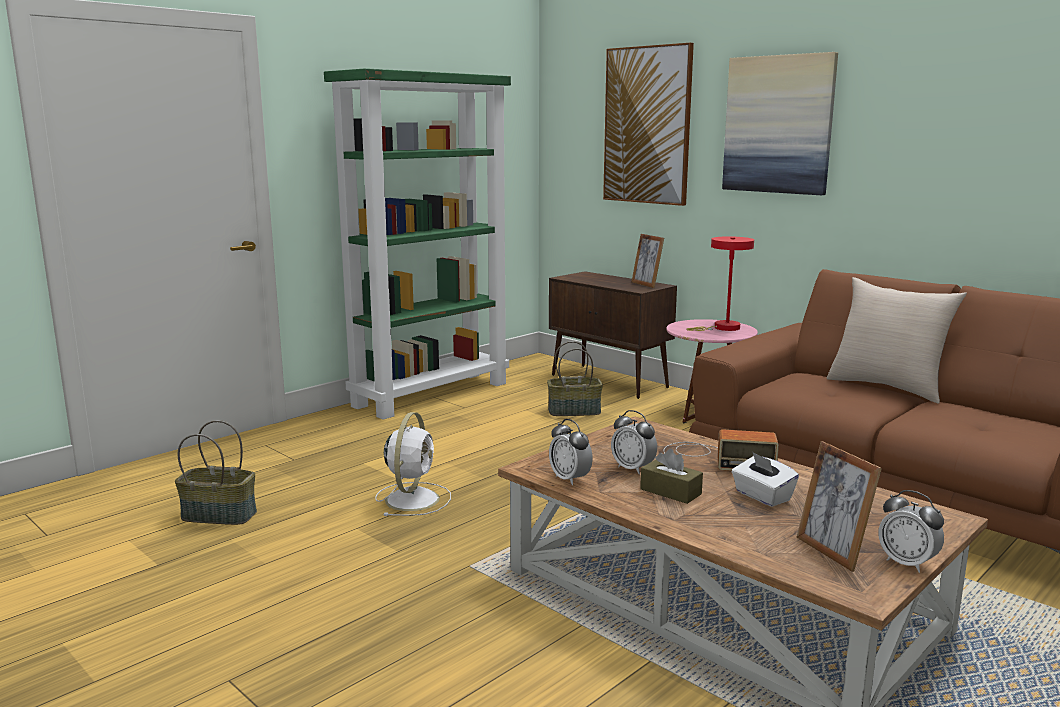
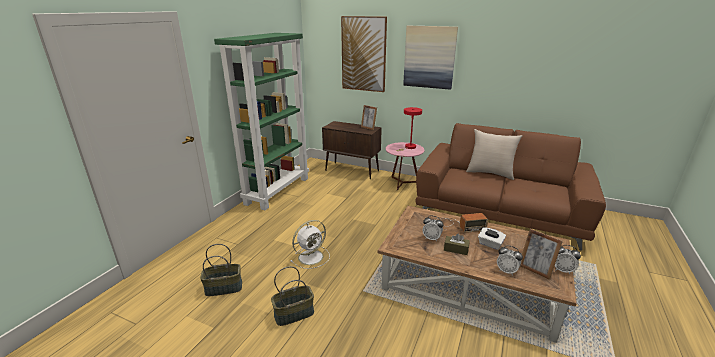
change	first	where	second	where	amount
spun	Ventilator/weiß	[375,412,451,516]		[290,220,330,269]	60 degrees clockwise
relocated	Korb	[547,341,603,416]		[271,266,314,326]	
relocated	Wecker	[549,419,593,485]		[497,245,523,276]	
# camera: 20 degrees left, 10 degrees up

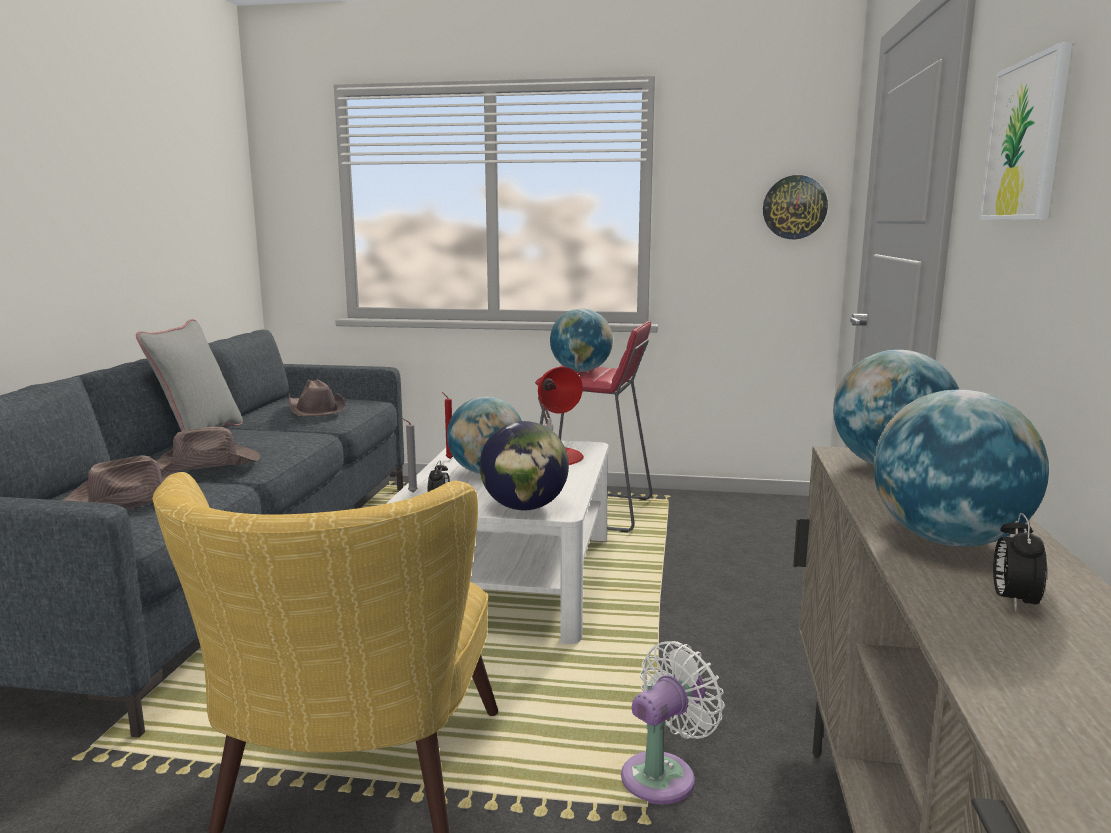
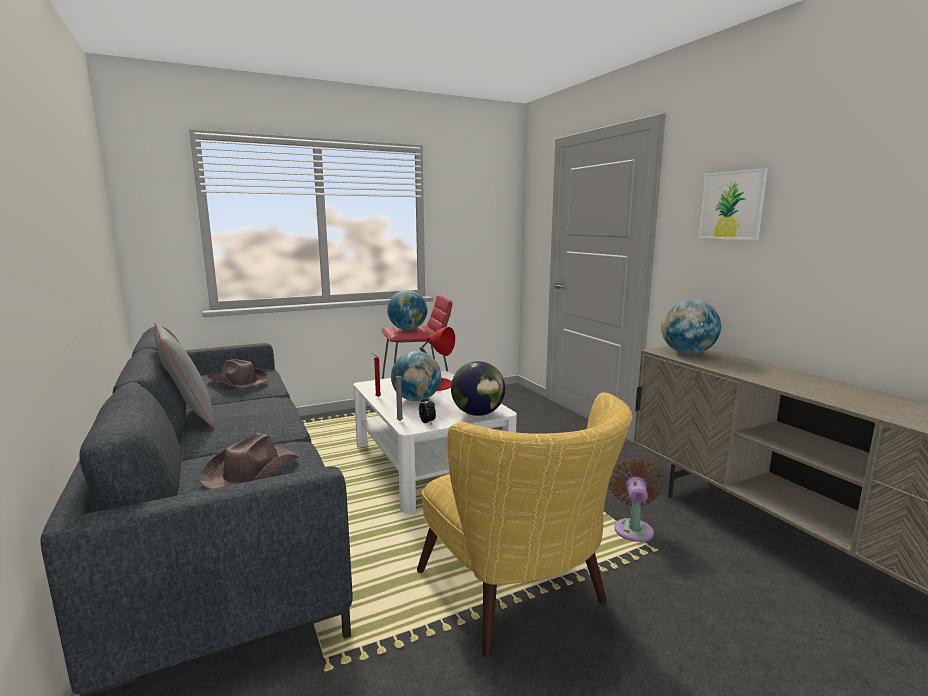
change	first	where	second	where	amount
missing	Hut/braun	[157,427,260,472]			
colour	Ventilator/weiß	[621,641,725,805]	Ventilator/braun	[609,458,663,542]	
missing	Wanduhr	[763,175,828,239]			
missing	Globus	[873,389,1049,547]			
missing	Wecker	[993,513,1047,612]			
# camera: 35 degrees left, 0 degrees up

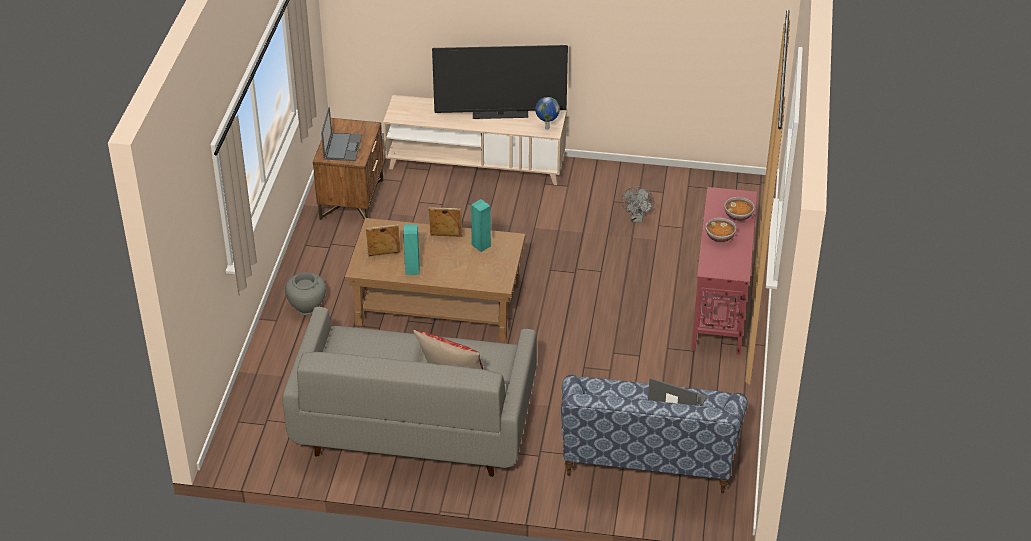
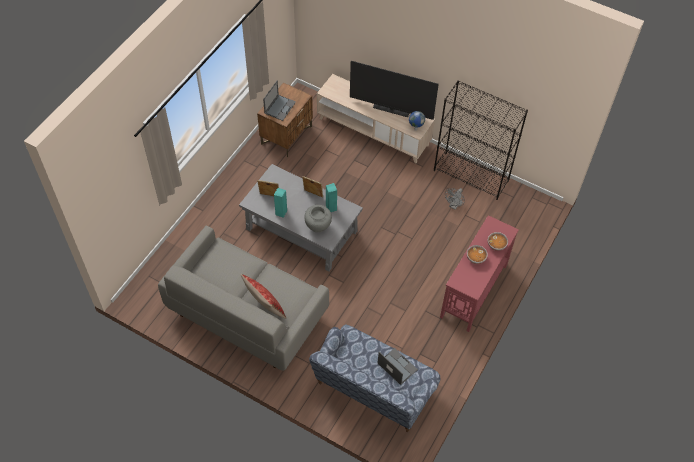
change	first	where	second	where	amount
relocated	Vase/grau	[285,272,326,315]		[304,205,332,233]	
colour	Couchtisch/braun	[345,218,525,341]	Couchtisch/grau	[239,164,363,271]	
appeared			Bücherregal/schwarz	[434,80,528,200]	
# camera: 20 degrees right, 15 degrees up

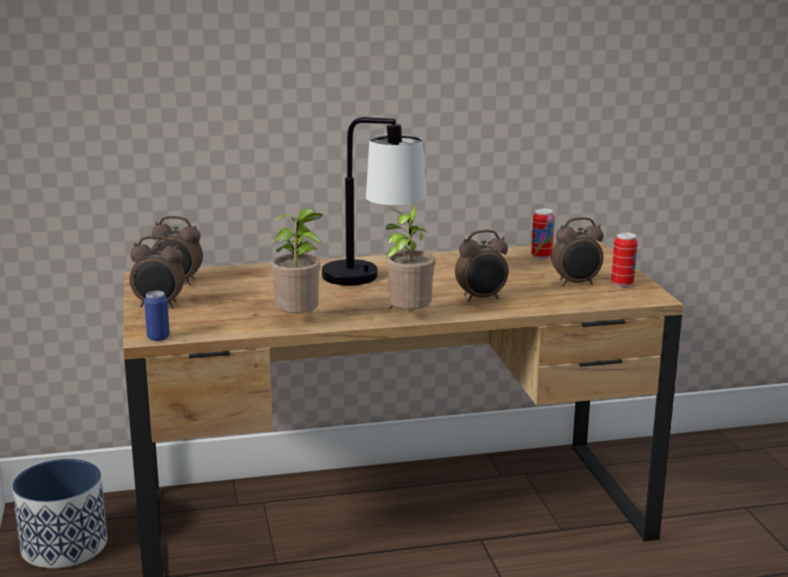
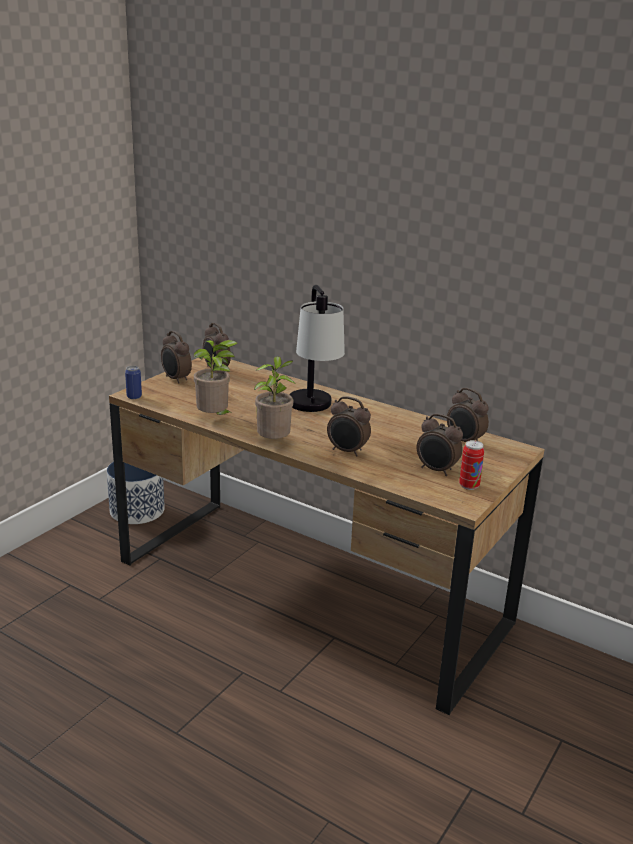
change	first	where	second	where	amount
exchanged	Dose	[531,208,554,260]	Wecker	[447,388,489,442]	
# camera: 45 degrees right, 5 degrees up

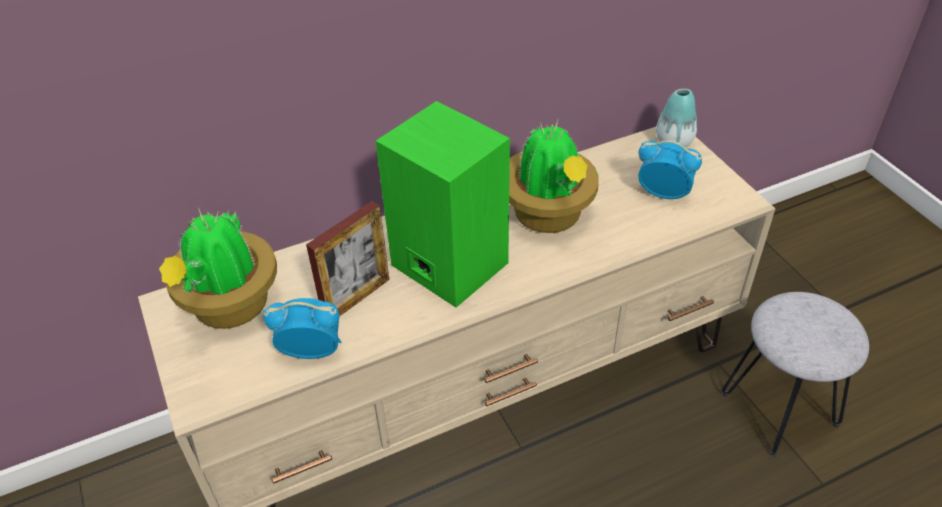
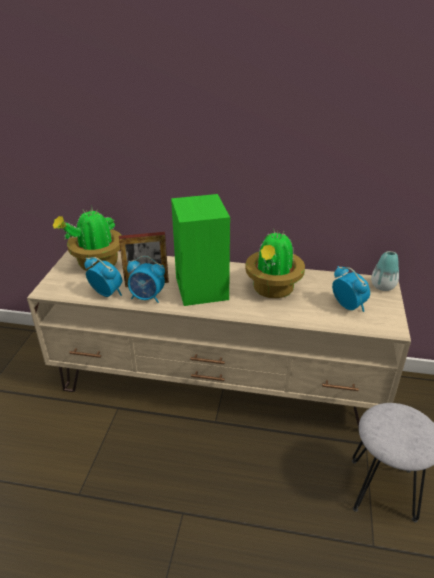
change	first	where	second	where	amount
appeared			Wecker	[127,256,165,303]	
# camera: 35 degrees right, 10 degrees down

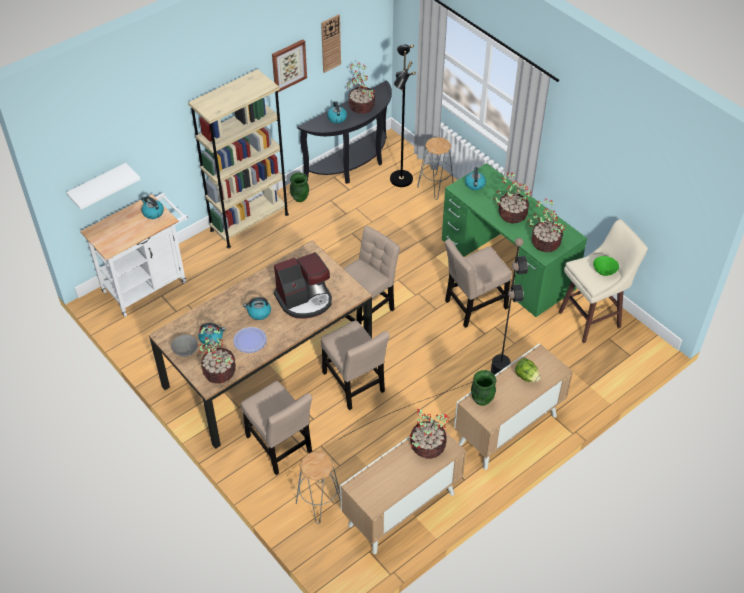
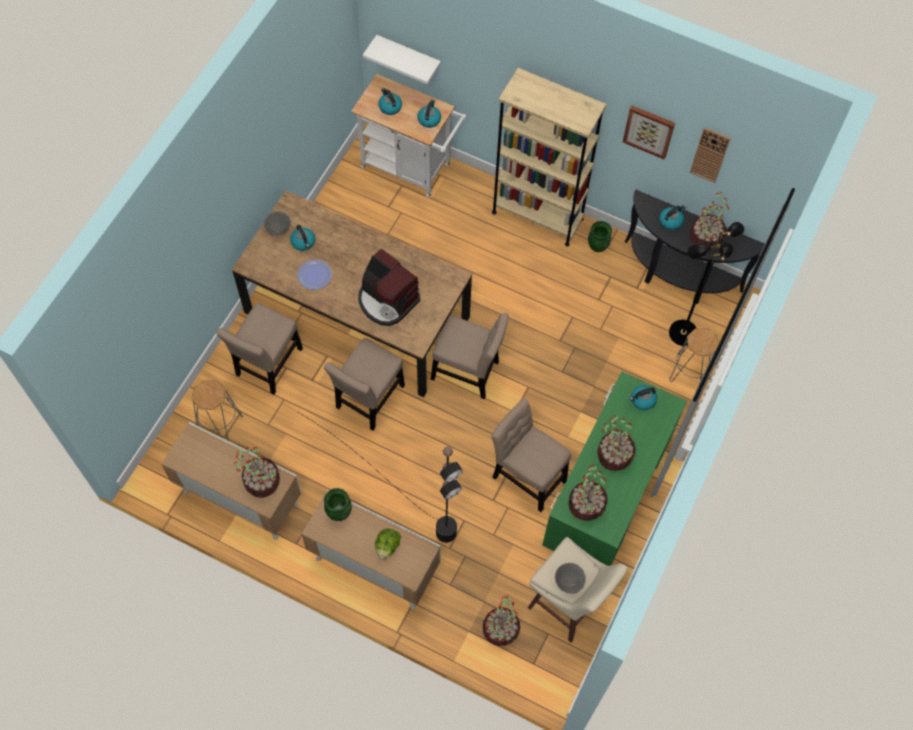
change	first	where	second	where	amount
relocated	Topfpflanze	[198,325,236,383]		[483,595,520,646]	
relocated	Wasserkessel	[243,297,271,320]		[378,88,402,115]	
colour	Schüssel/grün	[593,256,619,276]	Schüssel/grau	[555,563,585,594]	
# camera: 65 degrees right, 15 degrees up

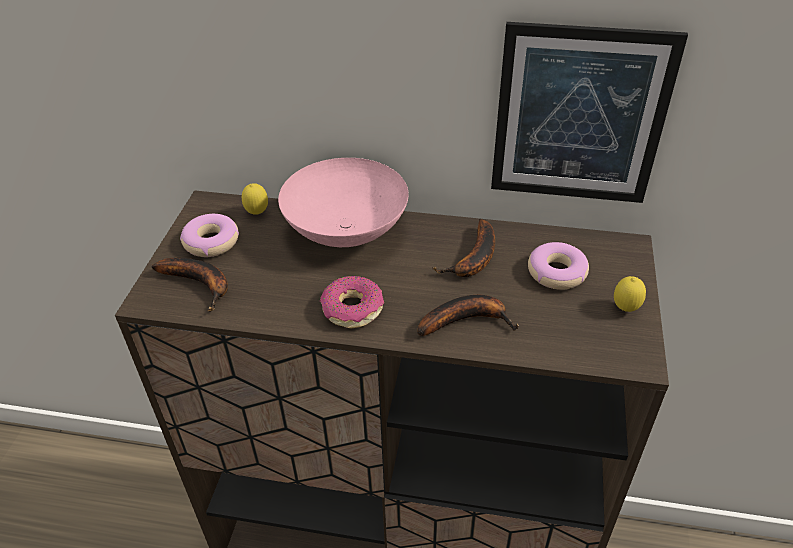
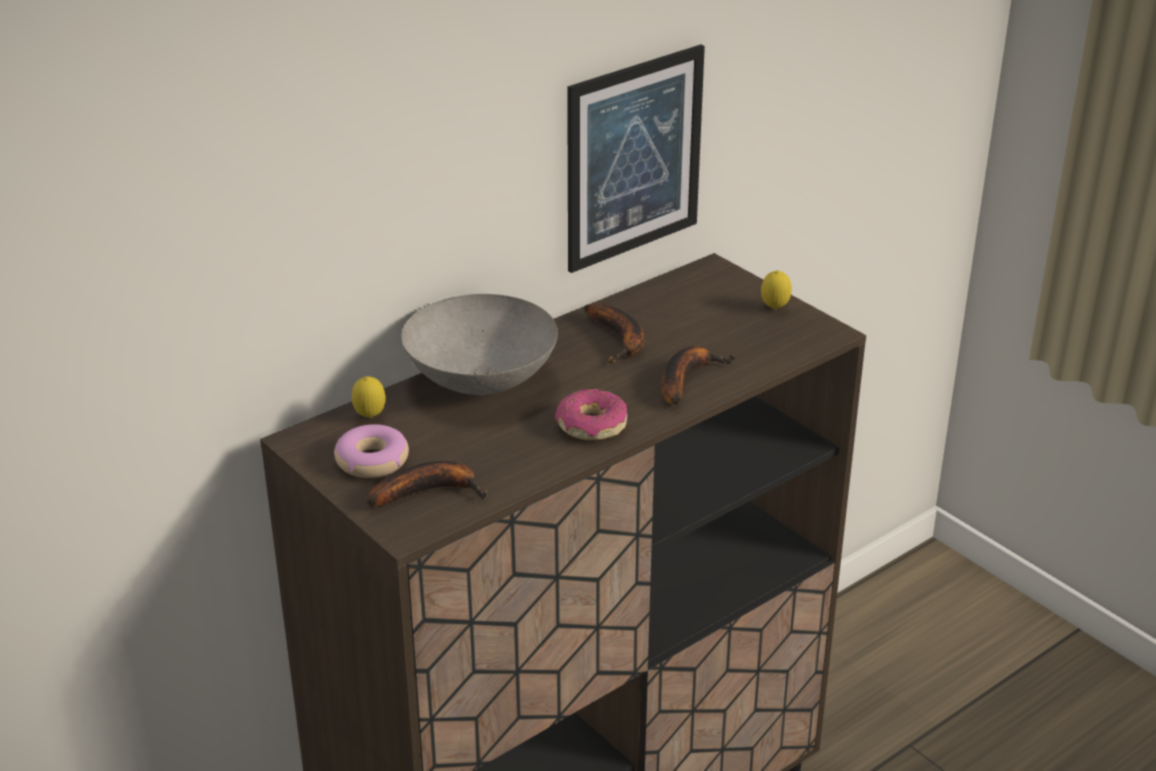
change	first	where	second	where	amount
colour	Schüssel/rosa	[278,158,408,247]	Schüssel/grau	[401,294,558,395]	
missing	Donut	[528,242,589,290]			
# camera: 50 degrees left, 10 degrees down

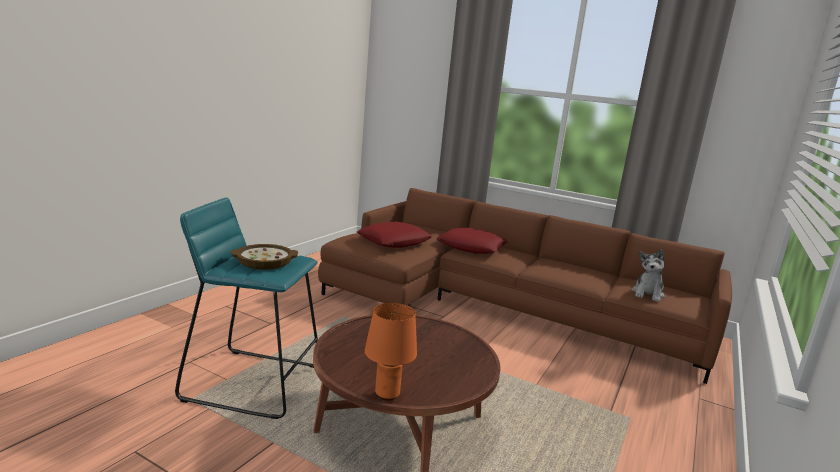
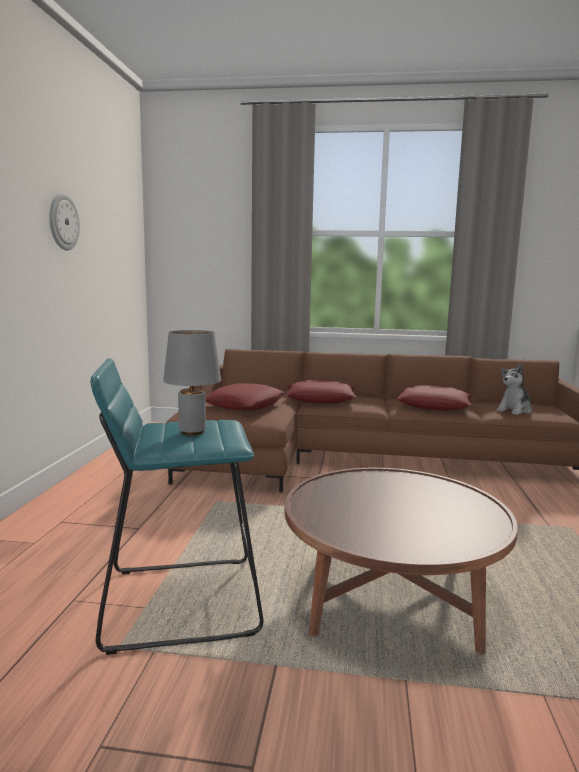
change	first	where	second	where	amount
exchanged	Schüssel	[231,244,298,270]	Tischlampe/grau	[163,330,221,436]	
missing	Tischlampe/orange	[365,303,417,401]			
spun	Plüschtier	[632,249,665,302]		[496,363,532,415]	45 degrees clockwise
appeared			Wanduhr	[49,193,80,250]	
appeared			Kissen/rot	[396,385,471,411]	
# camera: 20 degrees left, 5 degrees down

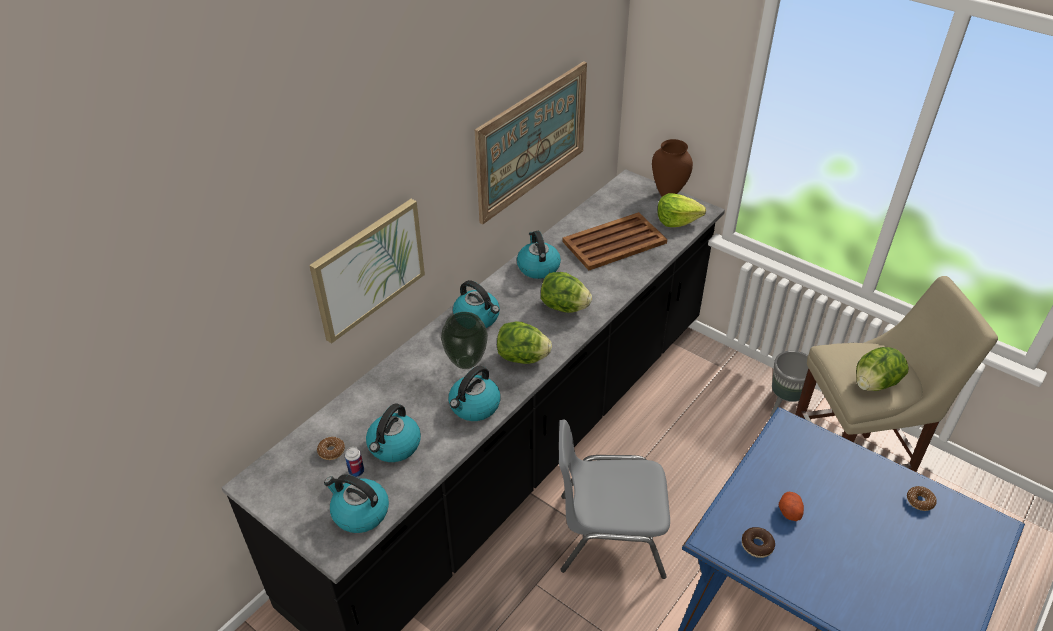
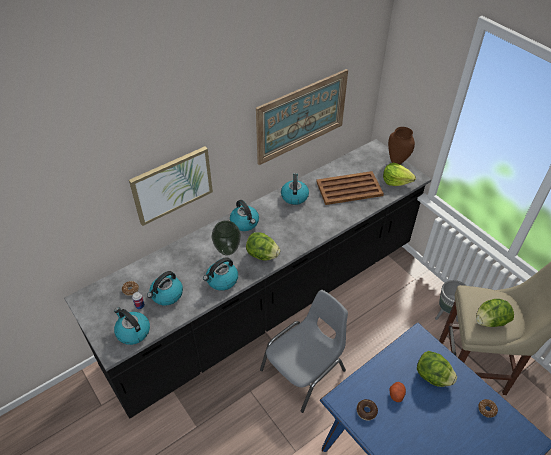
change	first	where	second	where	amount
relocated	Salatkopf	[541,272,592,313]		[417,351,457,387]	
spun	Stuhl/grau	[559,419,670,579]		[260,290,348,413]	120 degrees clockwise
# camera: 15 degrees right, 5 degrees up

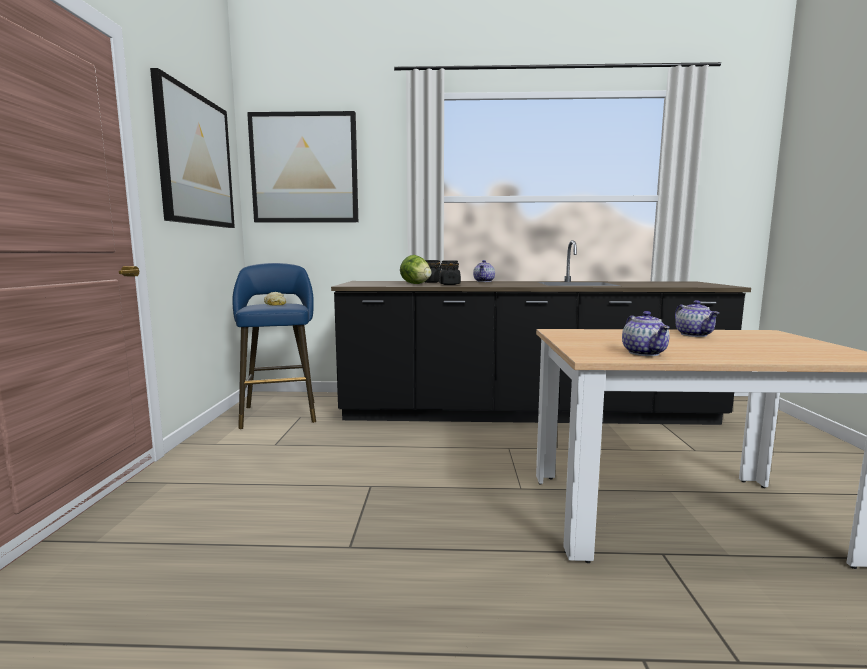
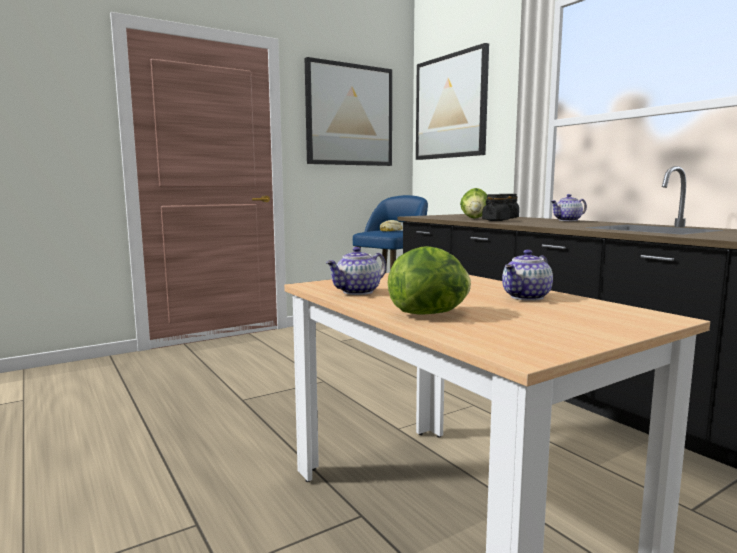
change	first	where	second	where	amount
appeared			Salatkopf	[388,246,471,315]	
# camera: 55 degrees right, 0 degrees up

